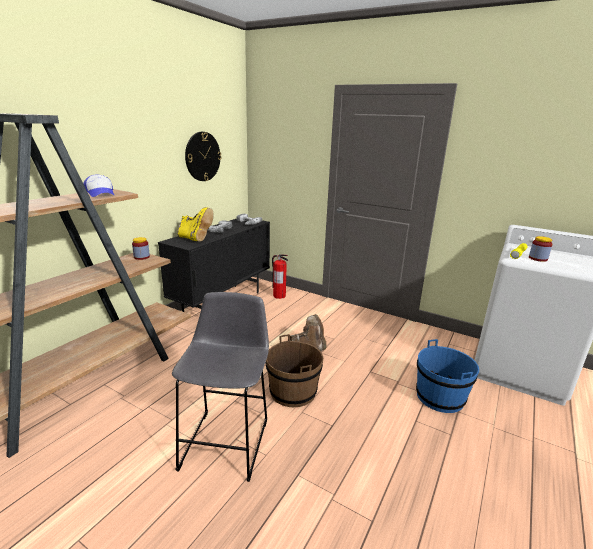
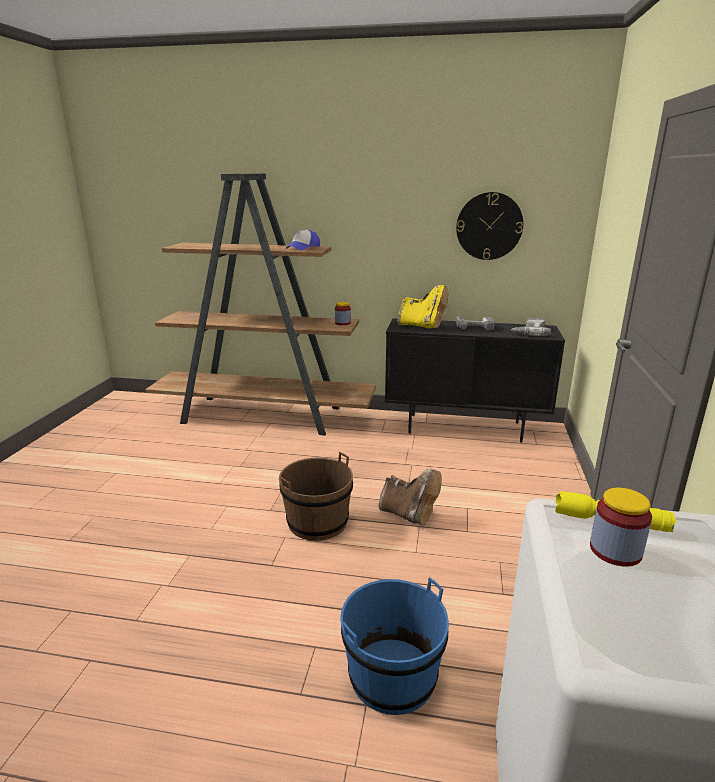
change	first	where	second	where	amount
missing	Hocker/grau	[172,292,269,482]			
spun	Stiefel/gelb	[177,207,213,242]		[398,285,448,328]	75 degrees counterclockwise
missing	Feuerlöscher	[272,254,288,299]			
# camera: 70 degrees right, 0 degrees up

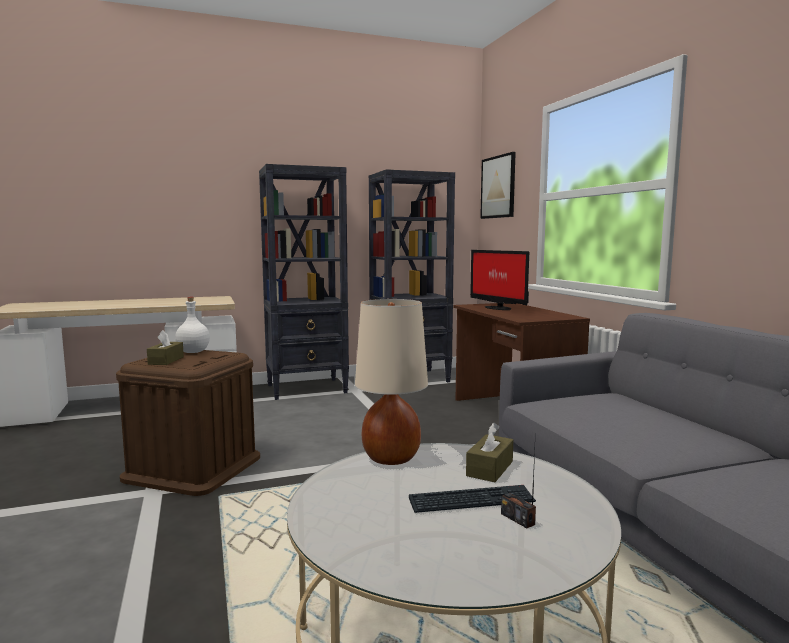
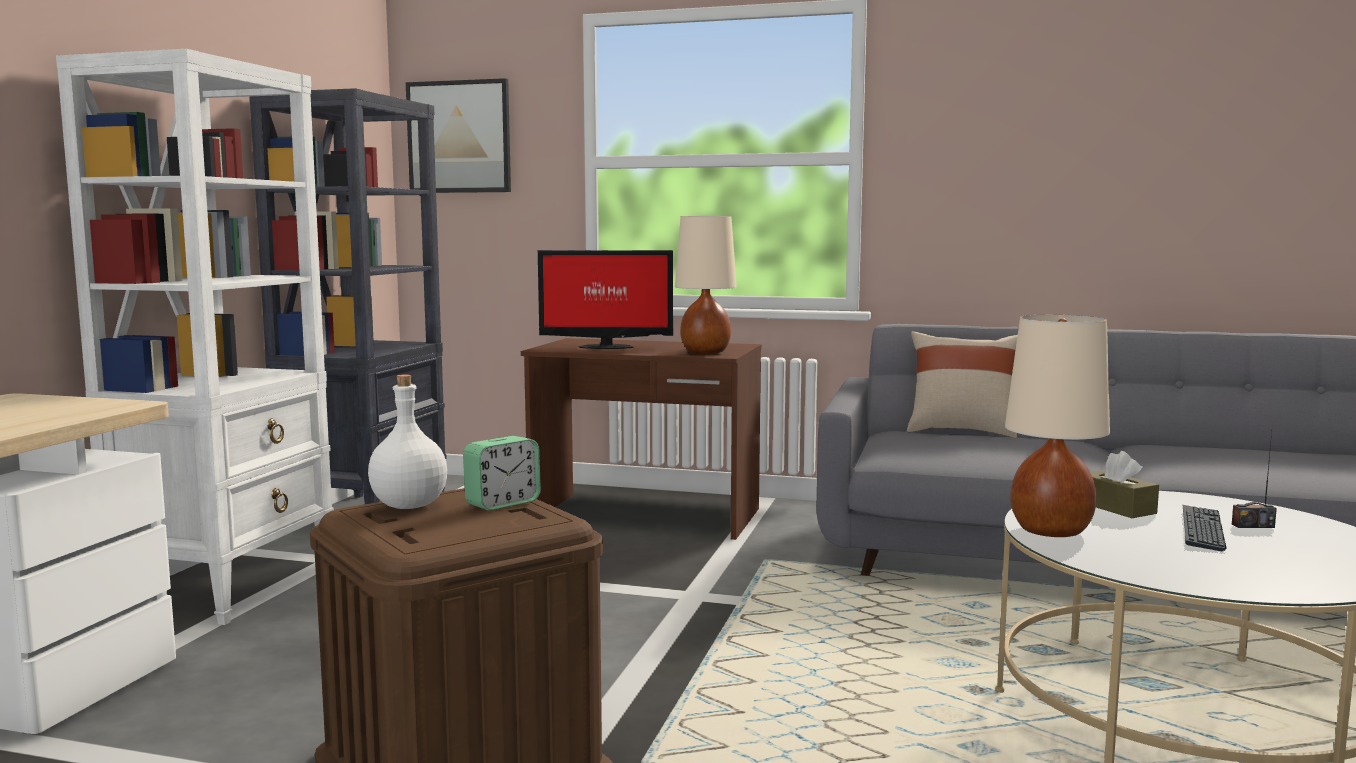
change	first	where	second	where	amount
missing	Taschentuchbox/braun	[147,330,184,365]			
colour	Bücherregal/schwarz	[259,164,349,400]	Bücherregal/weiß	[56,49,334,625]	
appeared			Wecker	[463,436,541,511]	
appeared			Tischlampe/beige	[675,216,737,354]	
appeared			Kissen/beige	[907,331,1017,438]	
# camera: 55 degrees left, 0 degrees up

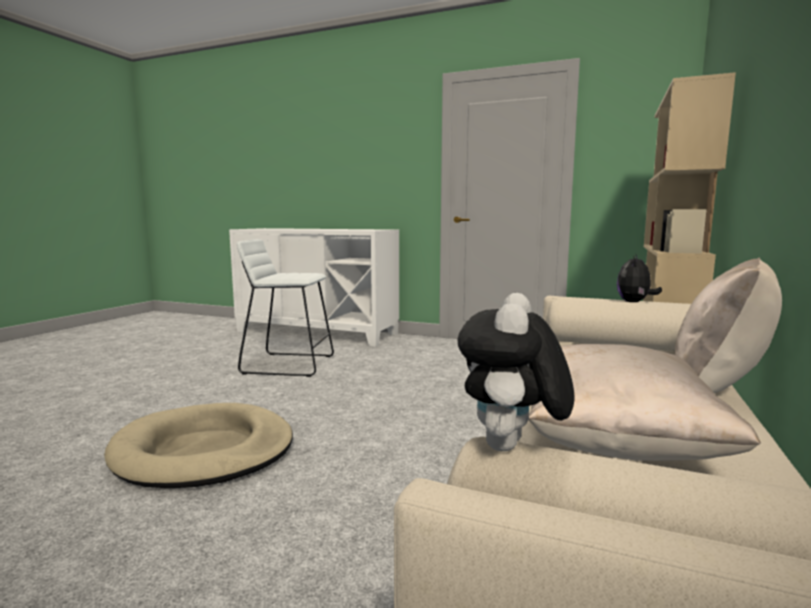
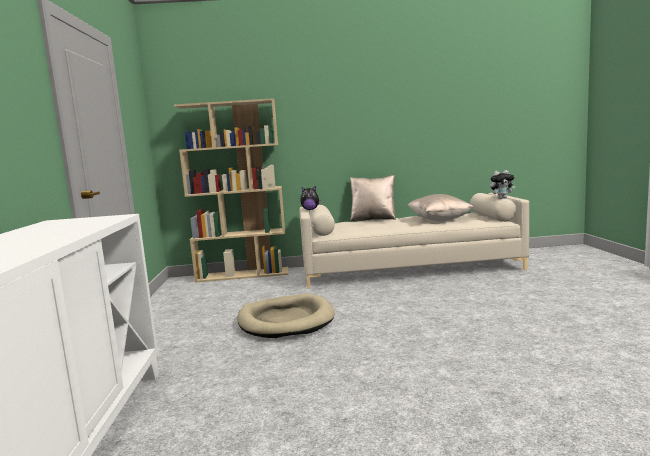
change	first	where	second	where	amount
relocated	Hundebett/beige	[104,403,293,488]		[237,294,335,338]	
missing	Hocker/weiß	[237,239,334,377]			
# camera: 115 degrees left, 0 degrees up

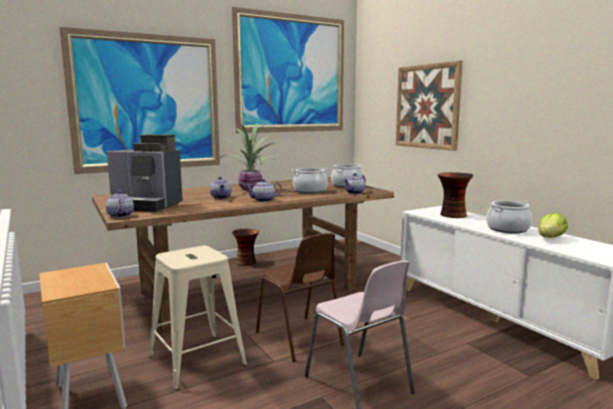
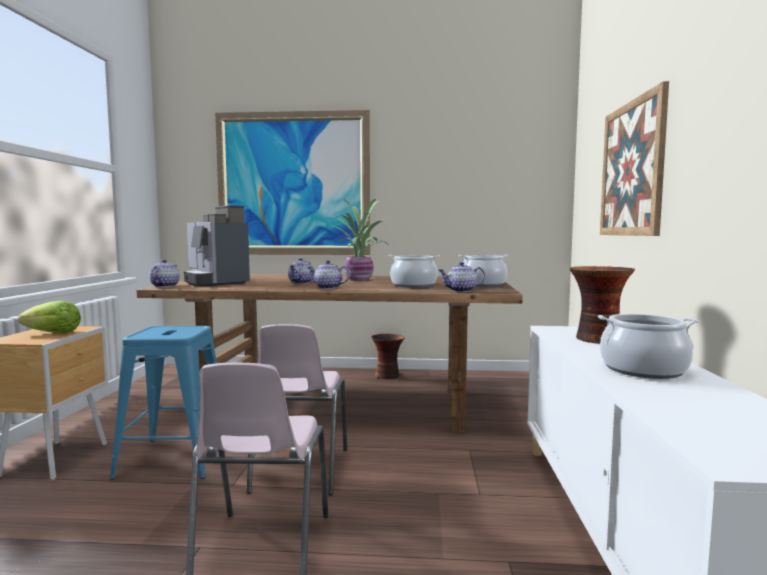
change	first	where	second	where	amount
colour	Hocker/beige	[149,246,247,390]	Hocker/blau	[110,326,217,480]	
missing	Bild	[232,7,344,133]			
colour	Stuhl/braun	[256,233,344,362]	Stuhl/rosa	[247,324,347,495]	
relocated	Salatkopf	[538,212,568,238]		[18,301,81,333]	
# camera: 35 degrees right, 5 degrees down

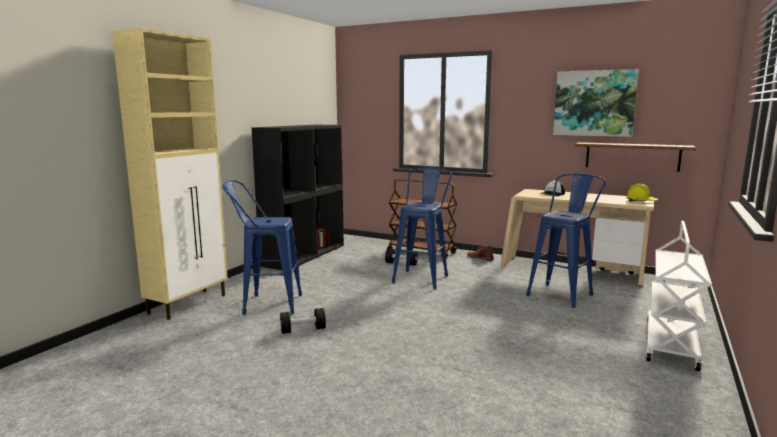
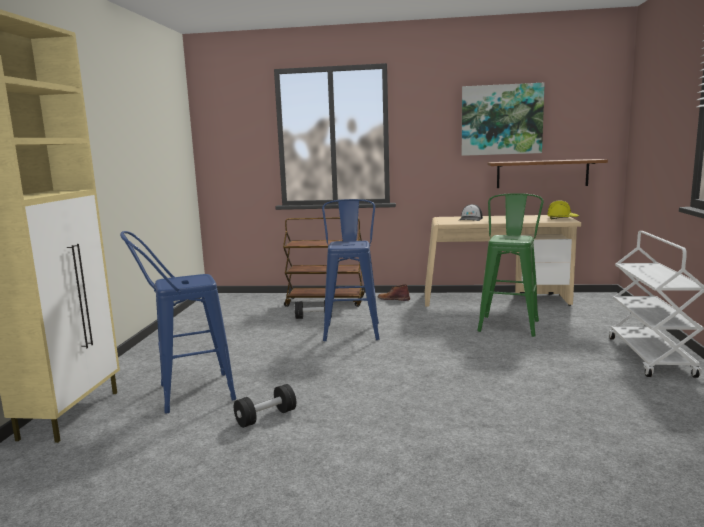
change	first	where	second	where	amount
missing	Bücherregal/schwarz	[252,125,344,271]			
colour	Hocker/blau	[526,174,606,308]	Hocker/grün	[477,193,544,337]	
# camera: 20 degrees left, 0 degrees up

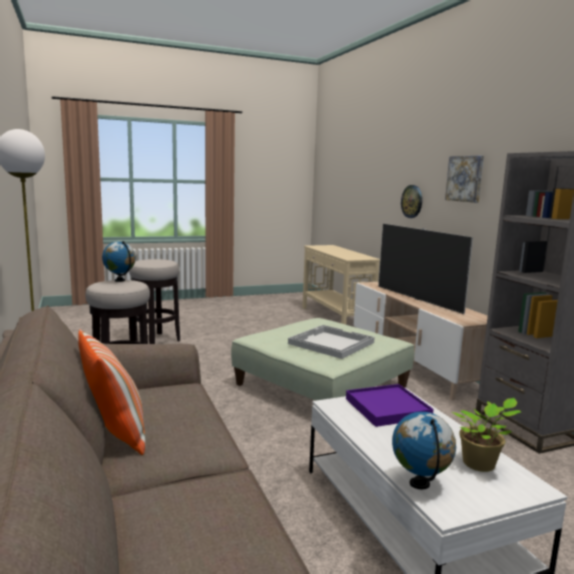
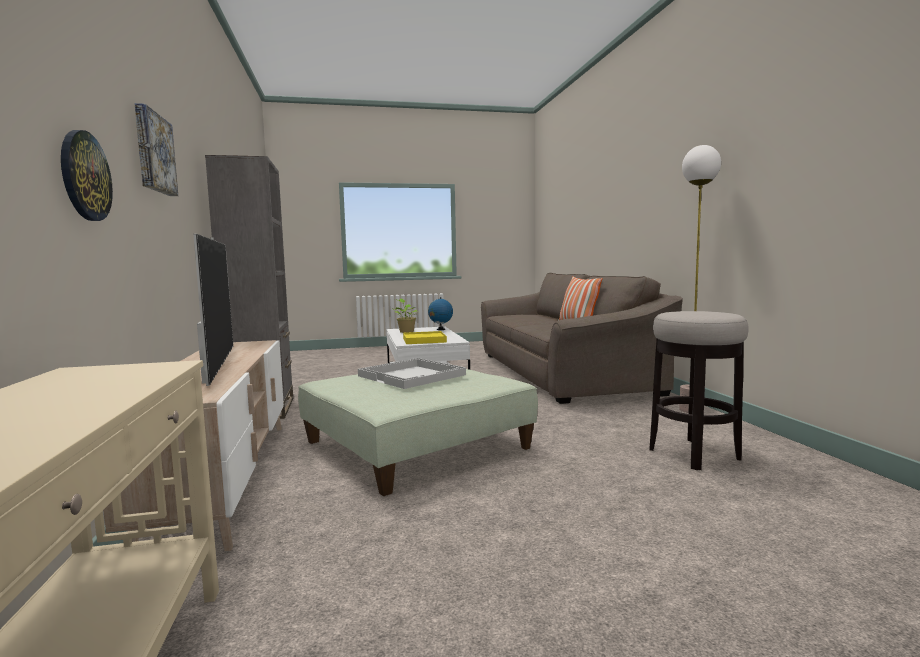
change	first	where	second	where	amount
missing	Globus	[102,241,136,282]			
missing	Hocker	[129,259,180,344]			
colour	Tablett/lila	[346,384,434,427]	Tablett/gelb	[403,331,447,344]	
# camera: 170 degrees left, 5 degrees down

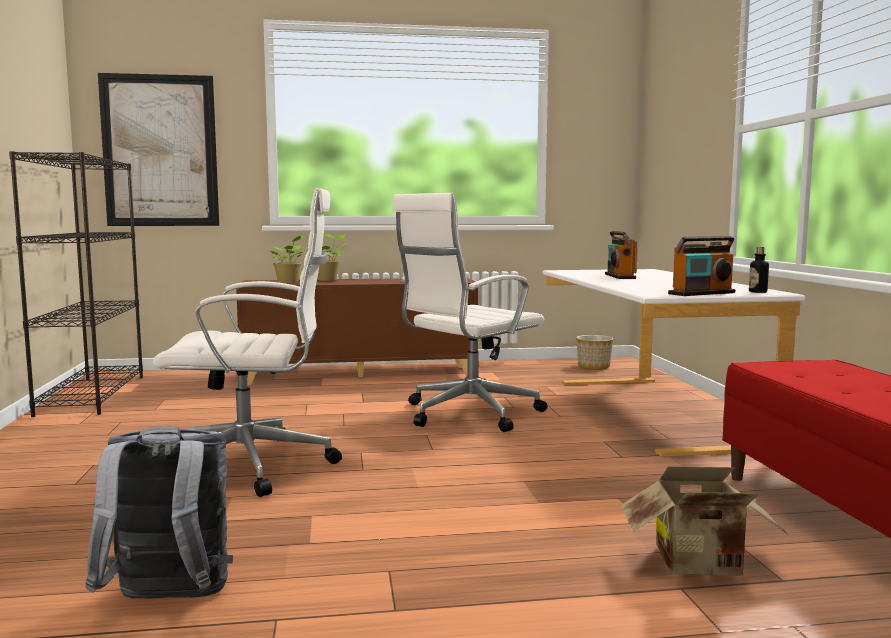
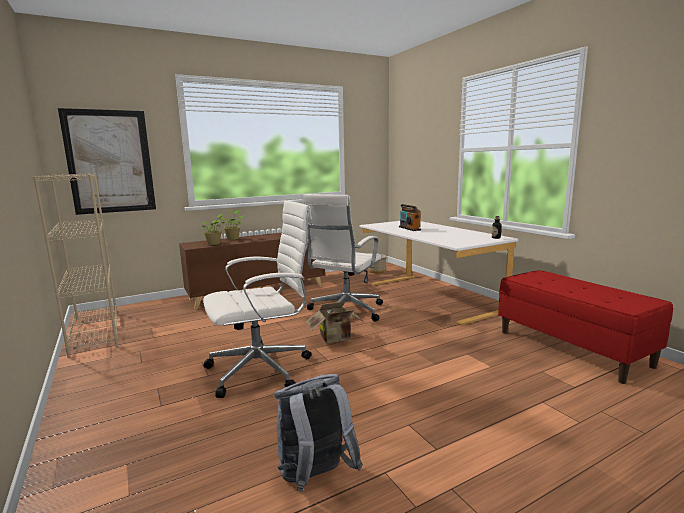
change	first	where	second	where	amount
colour	Bücherregal/schwarz	[9,151,143,417]	Bücherregal/beige	[33,173,119,358]	
relocated	Karton	[620,466,788,576]		[306,302,365,344]	
missing	Radio	[668,236,735,296]			
# camera: 20 degrees left, 5 degrees up

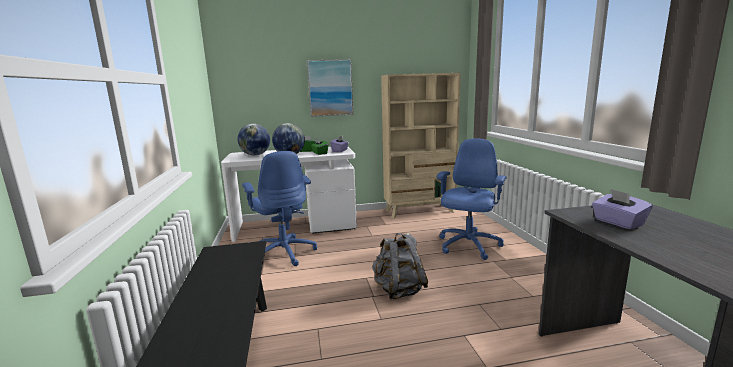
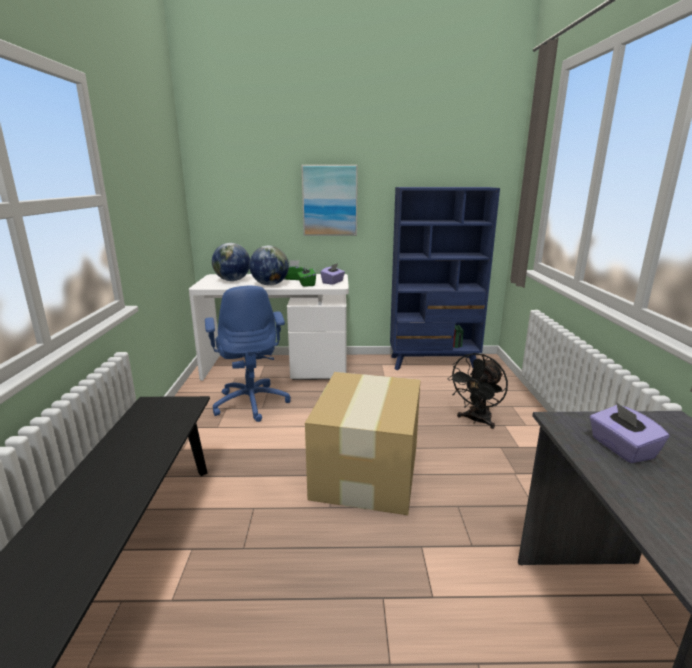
change	first	where	second	where	amount
exchanged	Rucksack/grau	[372,233,428,300]	Karton	[305,372,420,515]	
colour	Bücherregal/beige	[381,73,461,219]	Bücherregal/blau	[390,187,500,370]	
exchanged	Bürostuhl/blau	[437,138,506,260]	Ventilator/schwarz	[448,353,508,429]	
# camera: 10 degrees right, 5 degrees up

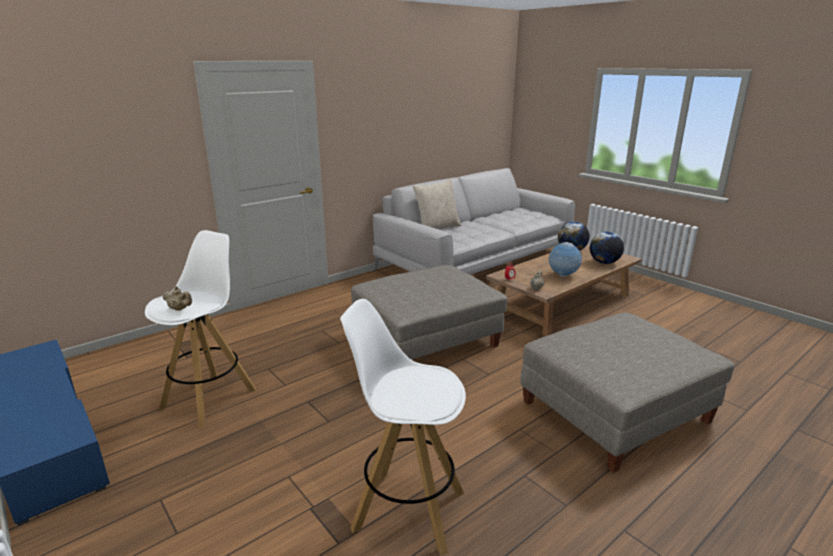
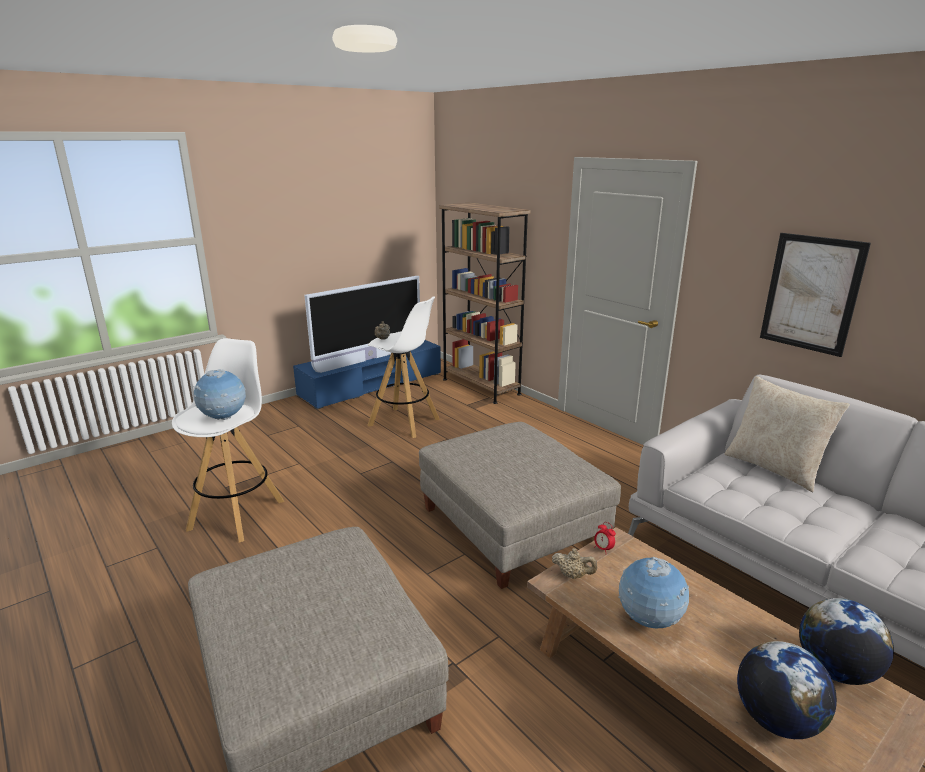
change	first	where	second	where	amount
appeared			Globus	[193,369,246,420]	
appeared			Fernseher	[304,276,420,373]	
appeared			Bücherregal/braun	[439,203,531,404]	
appeared			Bild	[760,233,871,357]	
# camera: 90 degrees right, 0 degrees up

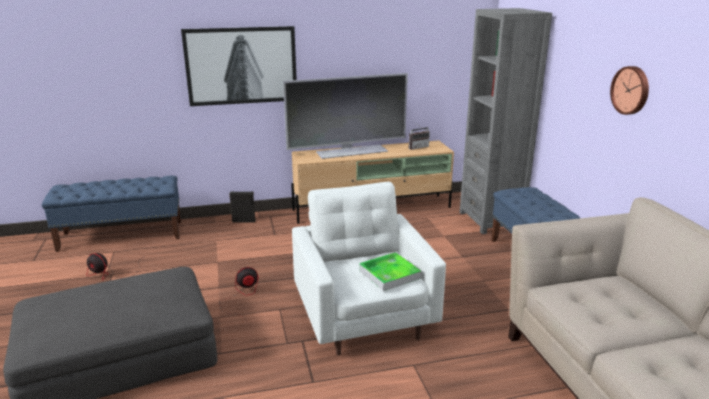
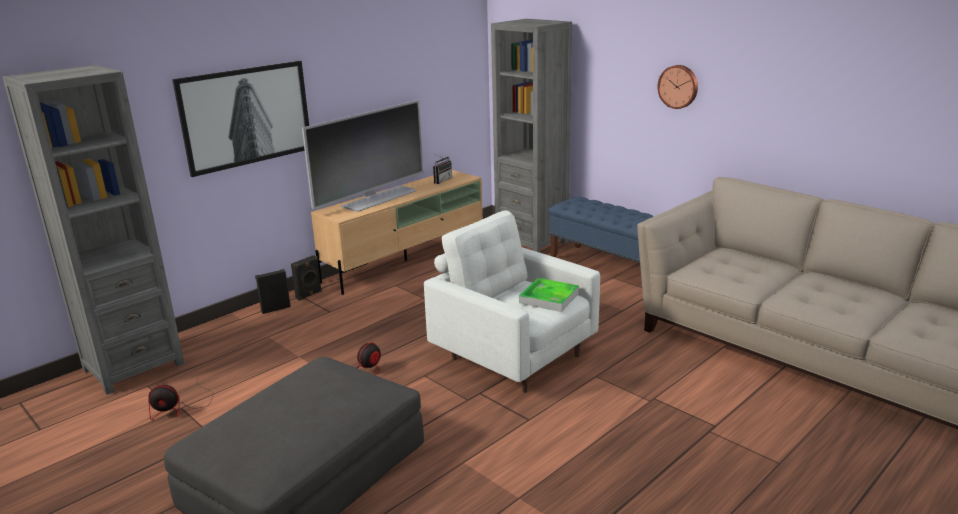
change	first	where	second	where	amount
exchanged	Bank/blau	[42,176,181,252]	Bücherregal/grau	[2,65,185,395]	
appeared			Lautsprecher/schwarz	[291,255,322,301]	
# camera: 30 degrees left, 0 degrees up

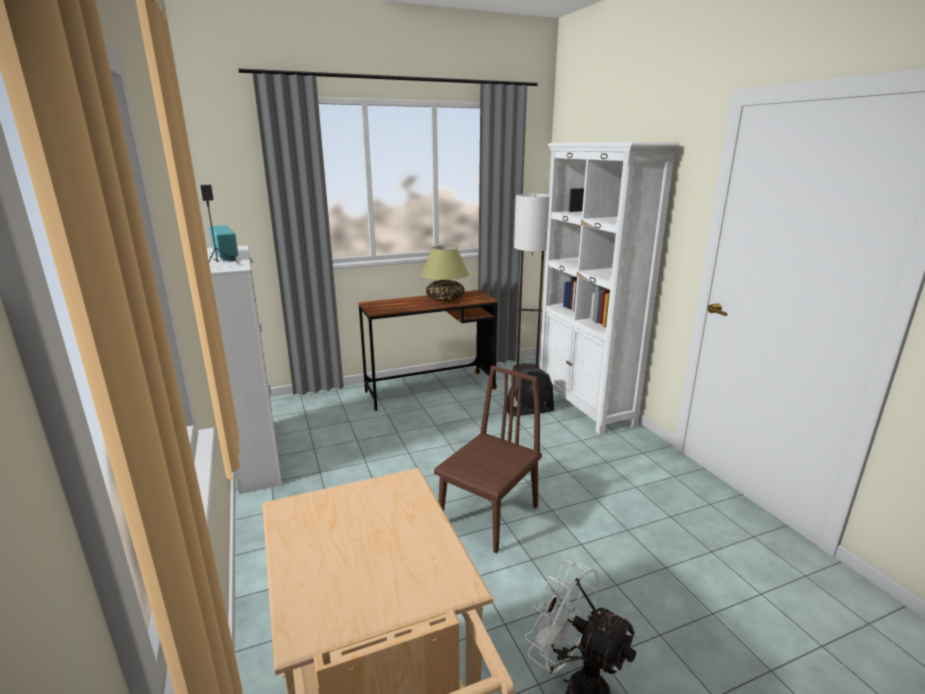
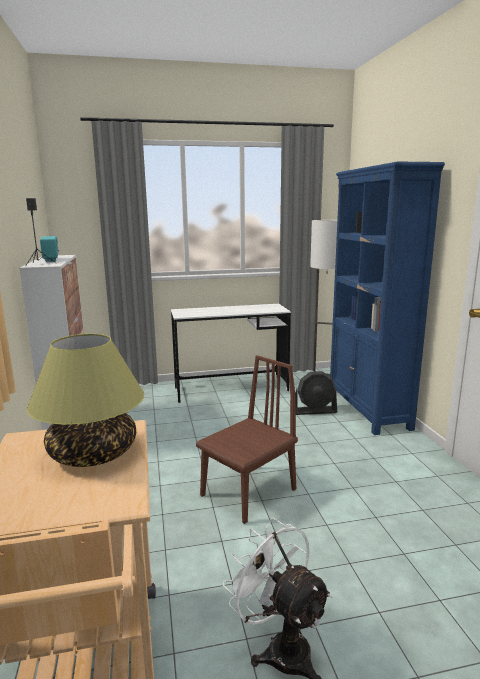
change	first	where	second	where	amount
colour	Schreibtisch/braun	[358,290,498,411]	Schreibtisch/weiß	[171,304,291,403]	
relocated	Tischlampe	[421,245,469,302]		[27,334,144,467]	
colour	Bücherregal/weiß	[540,142,680,435]	Bücherregal/blau	[330,162,445,435]	
# camera: 10 degrees right, 5 degrees down

